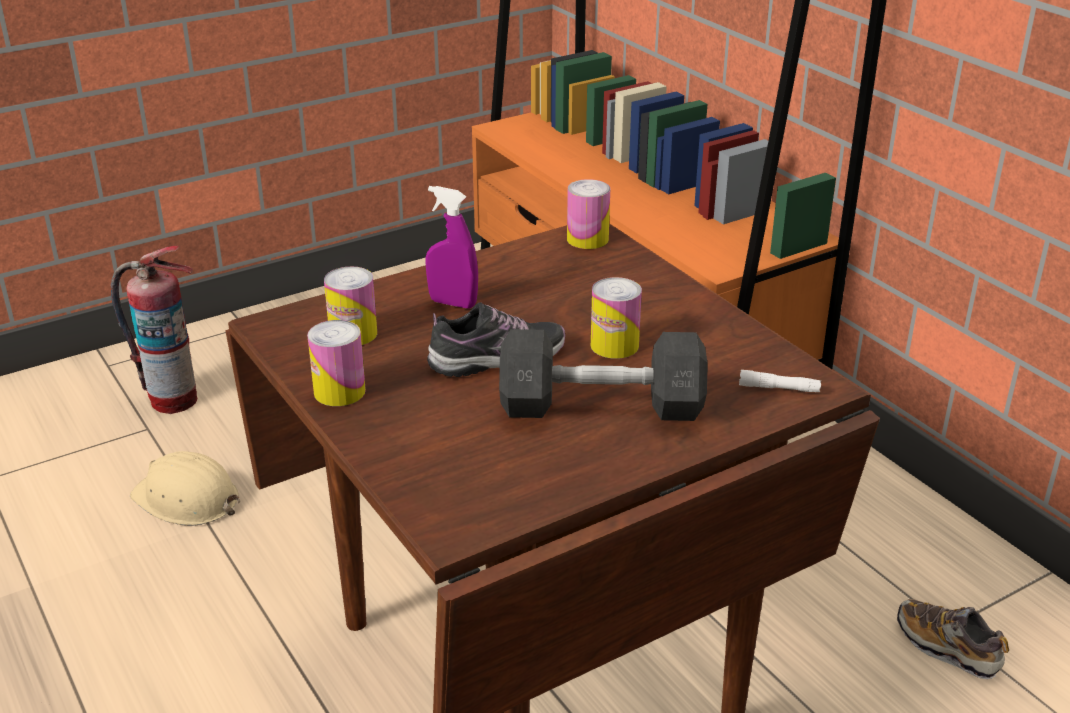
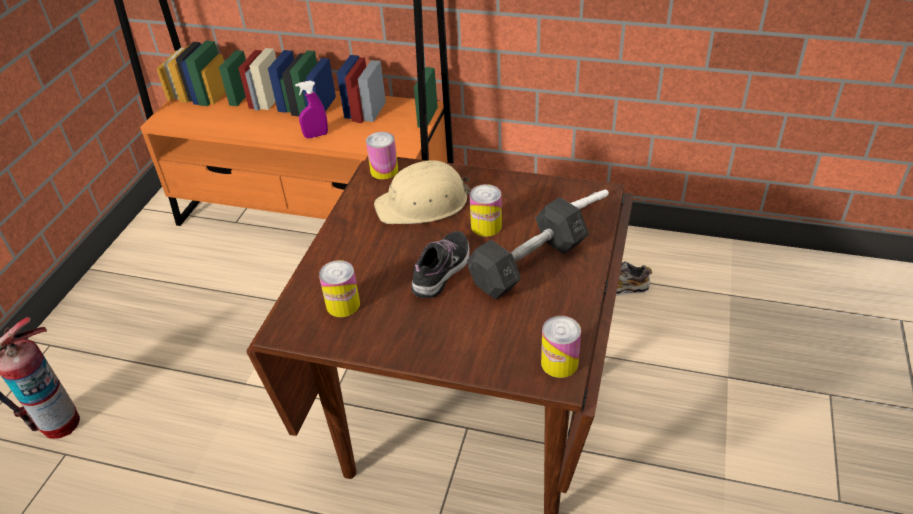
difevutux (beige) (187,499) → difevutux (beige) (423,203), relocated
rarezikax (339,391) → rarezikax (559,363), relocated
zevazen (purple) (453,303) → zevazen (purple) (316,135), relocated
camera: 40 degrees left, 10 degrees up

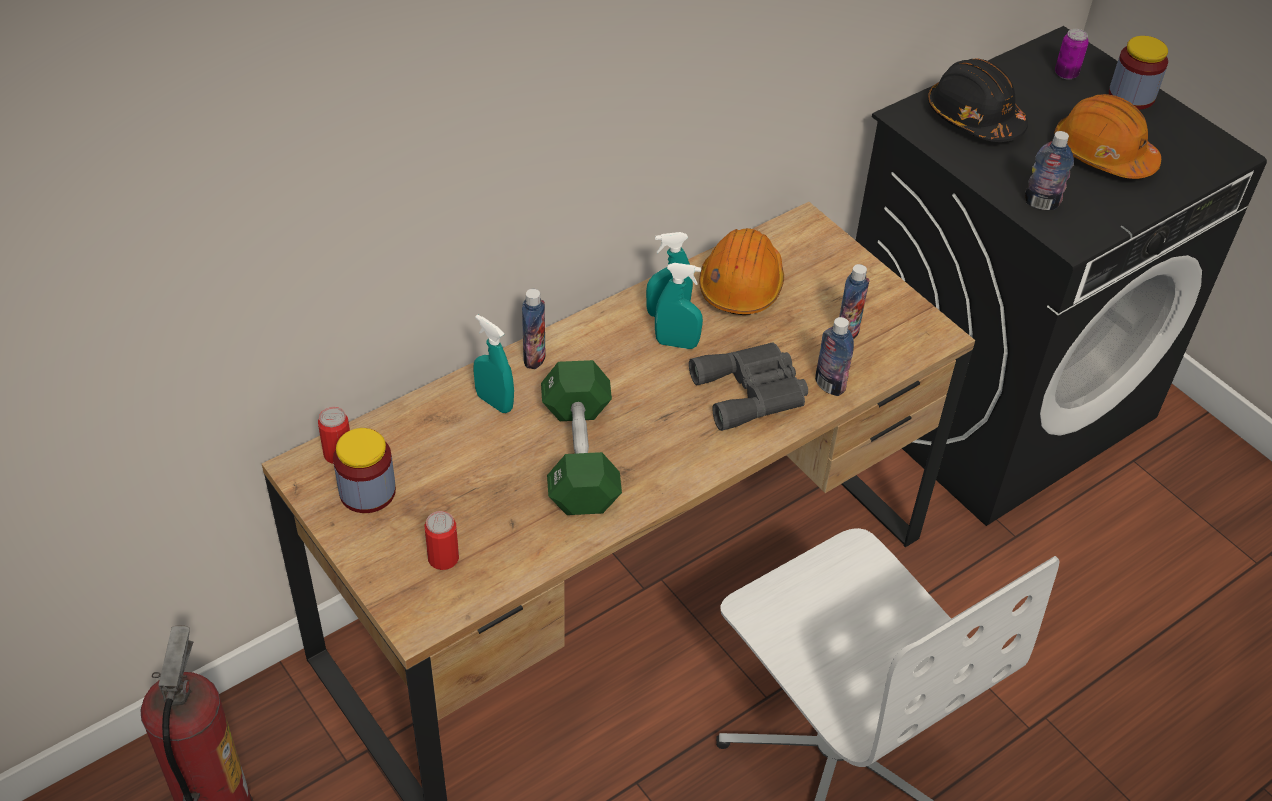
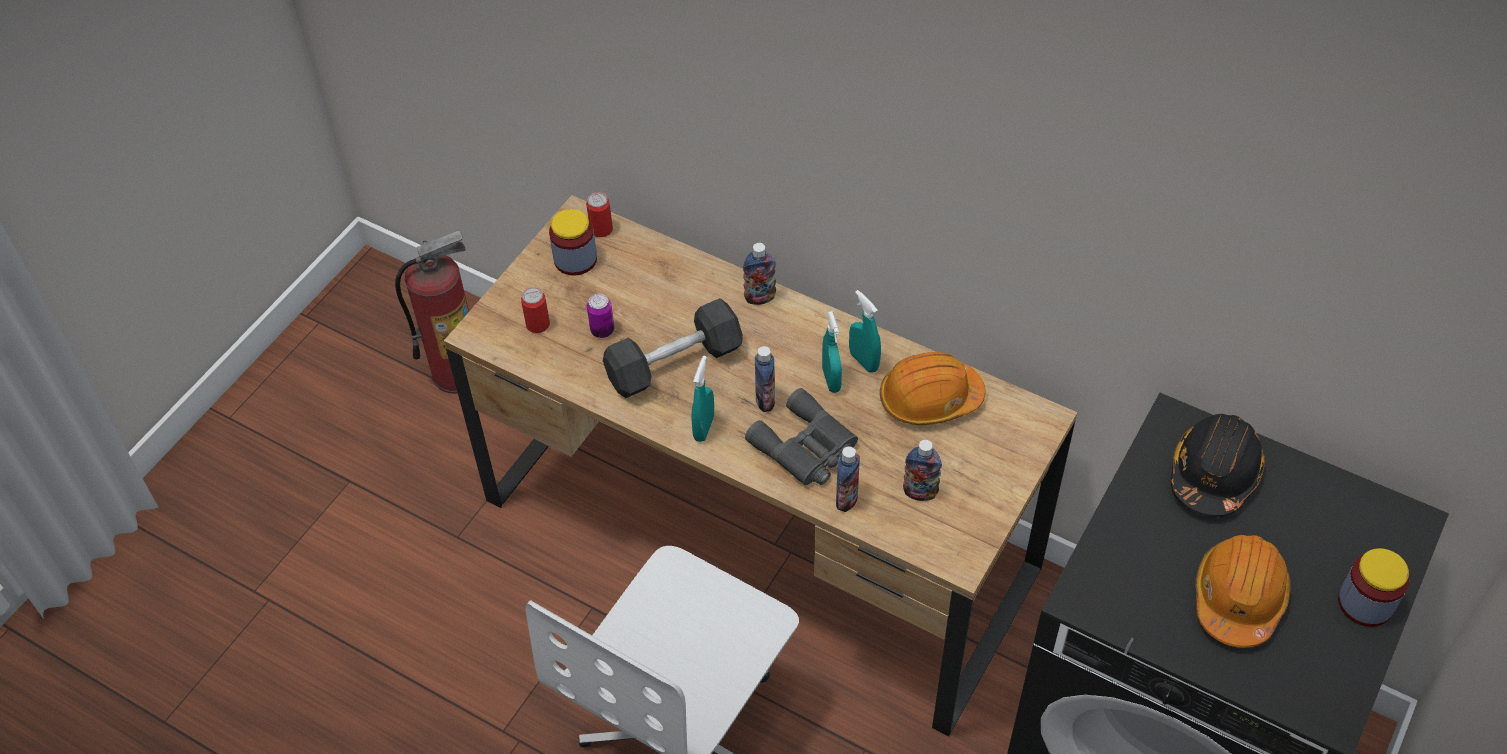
zevazen (turquoise) (494,402) → zevazen (turquoise) (704,428), relocated
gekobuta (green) (579,456) → gekobuta (black) (674,363)
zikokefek (1041,203) → zikokefek (765,400), relocated
rarezikax (1066,74) → rarezikax (602,330), relocated
camera: 70 degrees right, 5 degrees up

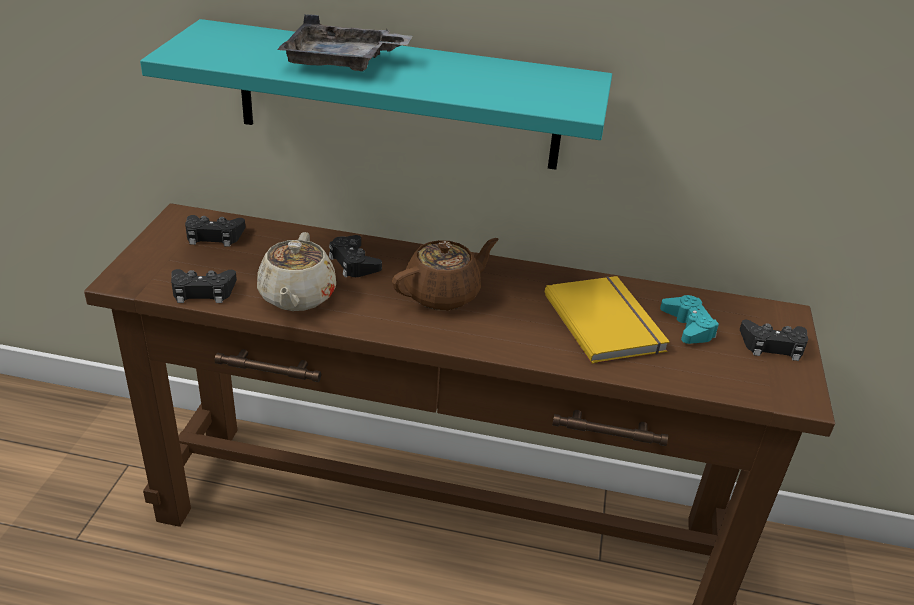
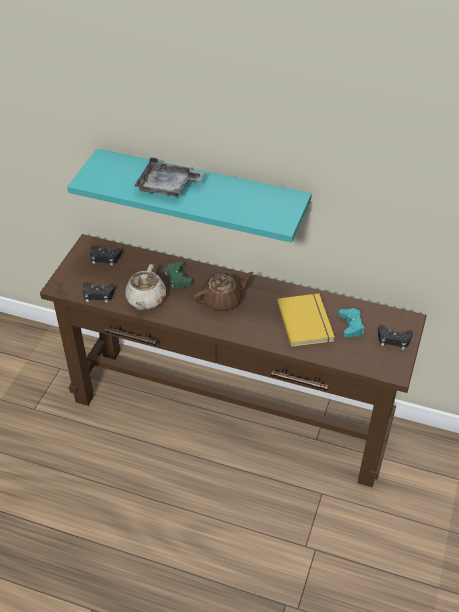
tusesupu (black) (353,262) → tusesupu (green) (178,278)
camera: 10 degrees right, 10 degrees up

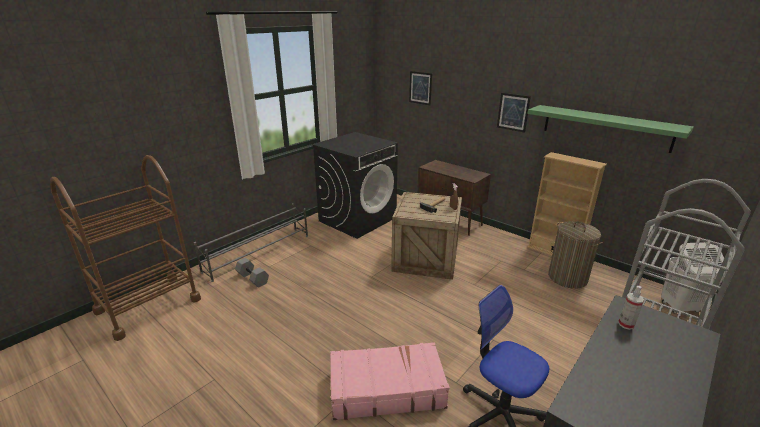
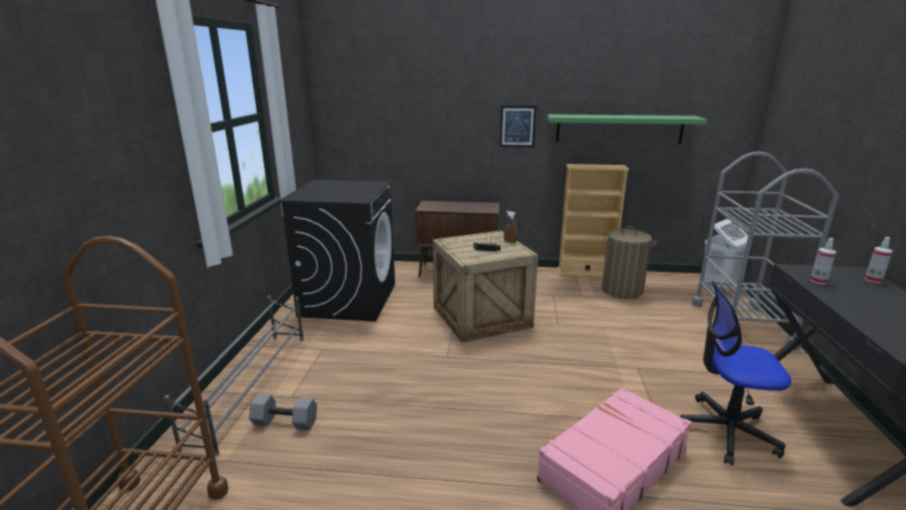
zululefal (420,88) → -
- → zevazen (873,280)
camera: 35 degrees left, 5 degrees down

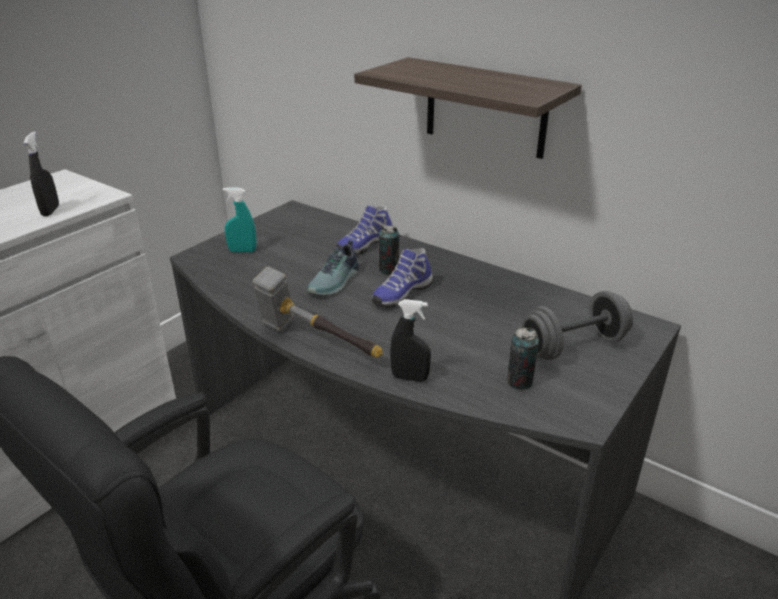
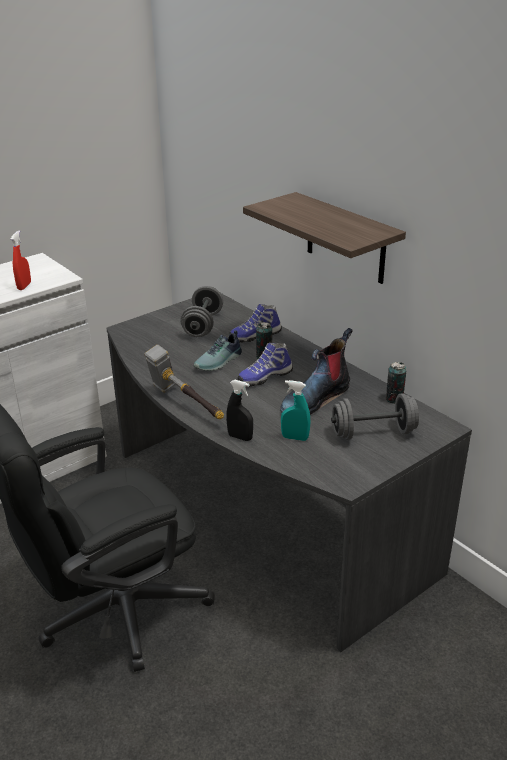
zevazen (black) (50,211) → zevazen (red) (24,286)
zevazen (turquoise) (242,251) → zevazen (turquoise) (295,438), relocated
rarezikax (519,382) → rarezikax (394,399), relocated
- → gekobuta (grey) (203,325)
- → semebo (315,398)
camera: 15 degrees right, 0 degrees up

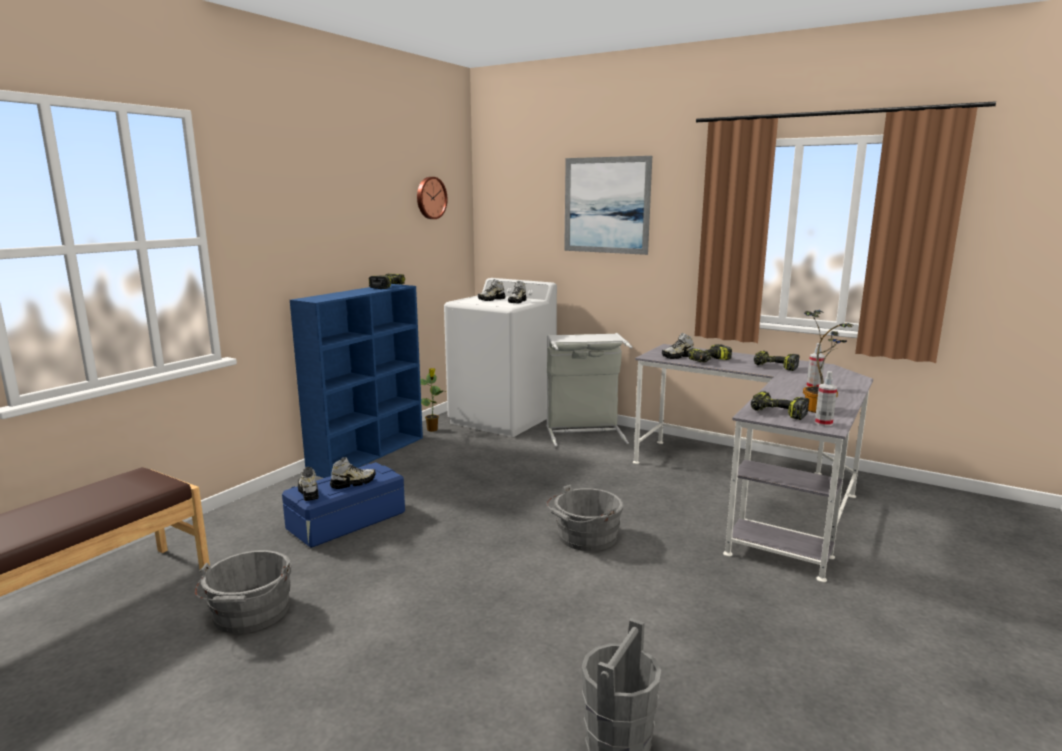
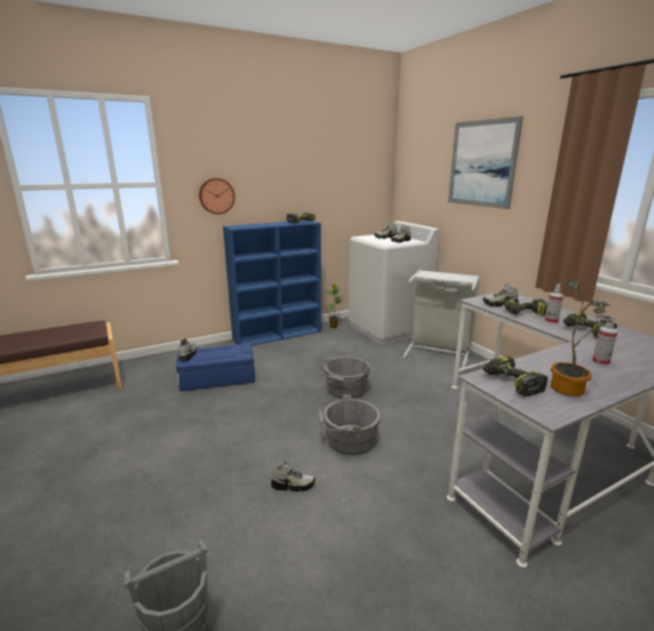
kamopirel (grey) (250,614) → kamopirel (grey) (345,390), relocated
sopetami (353,483) → sopetami (293,485), relocated
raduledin (430,198) → raduledin (216,196), relocated
zevazen (823,423) → zevazen (551,321), relocated
camera: 30 degrees right, 5 degrees up

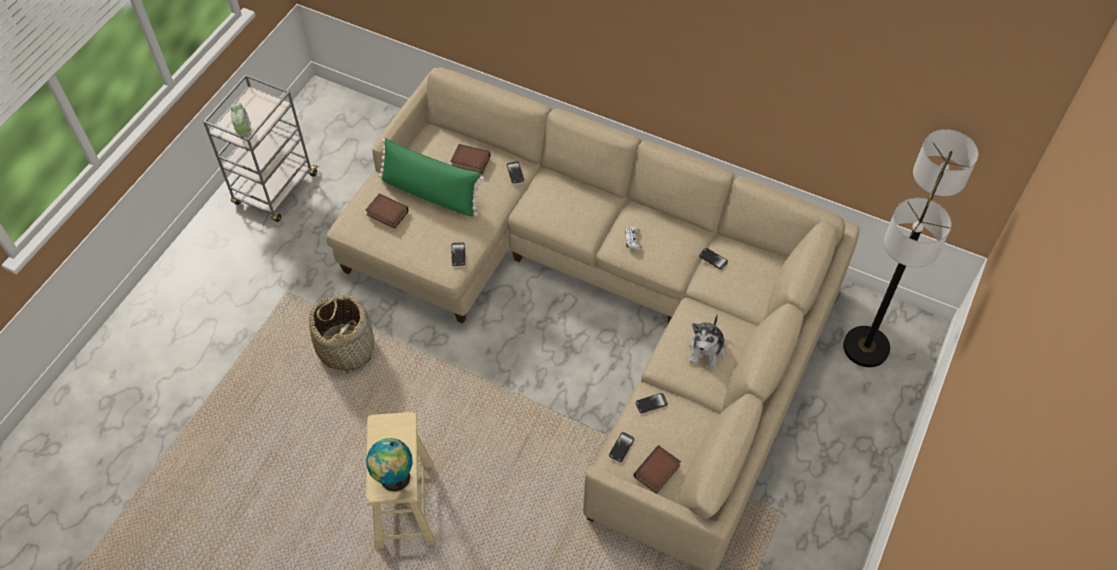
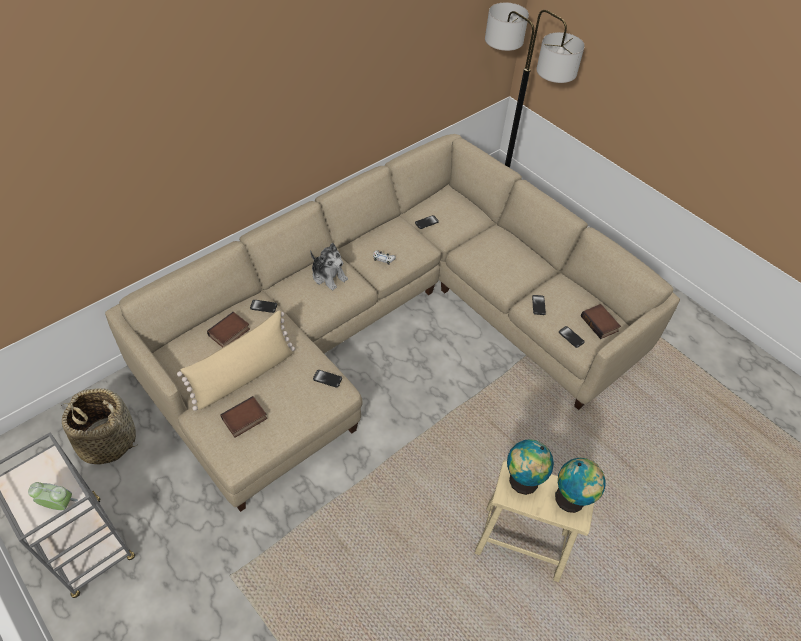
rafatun (346,348) → rafatun (107,441), relocated
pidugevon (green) (430,193) → pidugevon (beige) (244,376)
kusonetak (707,350) → kusonetak (328,276), relocated
- → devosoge (522,482)
camera: 70 degrees left, 5 degrees down

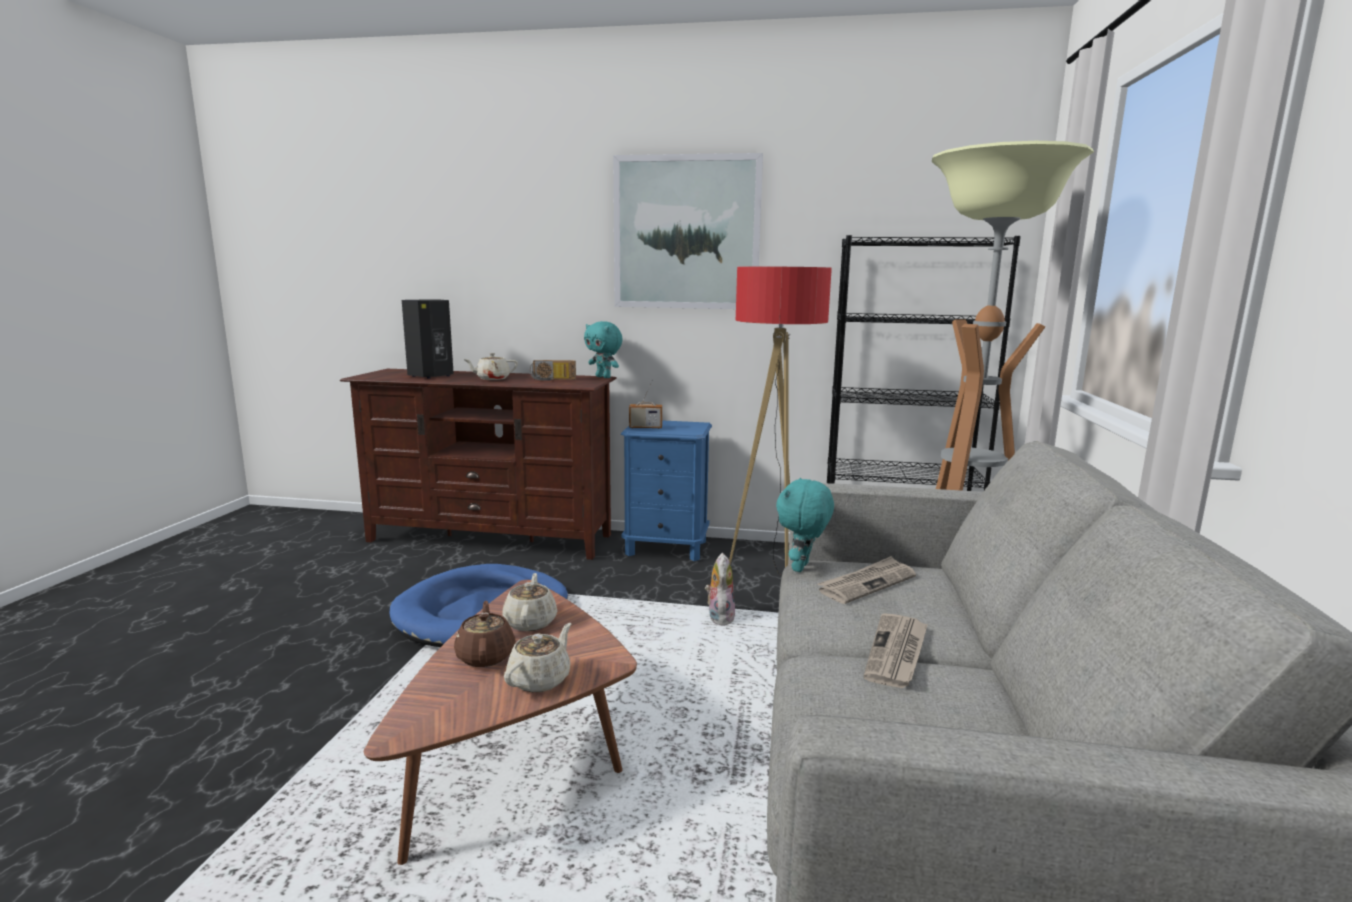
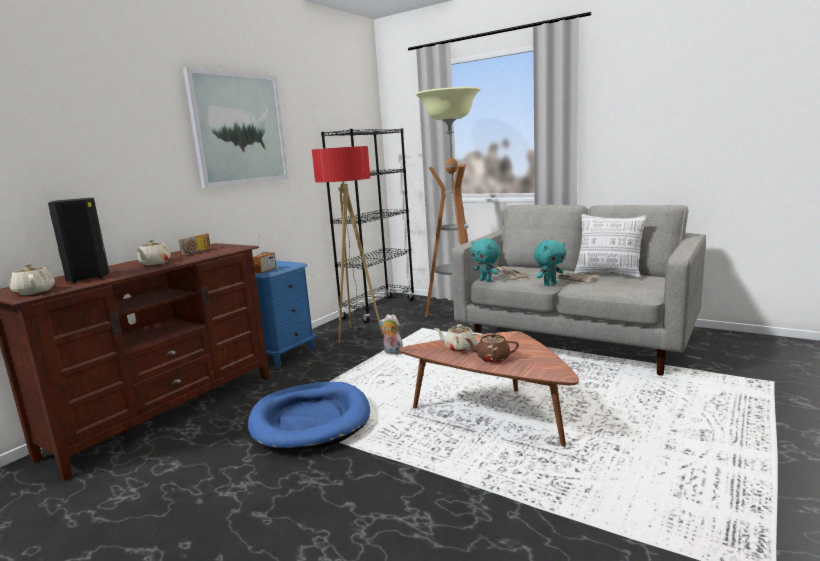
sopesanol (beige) (540,679) → sopesanol (beige) (34,292), relocated
kusonetak (turquoise) (604,377) → kusonetak (turquoise) (549,284), relocated
- → pidugevon (608,274)
camera: 65 degrees left, 0 degrees up

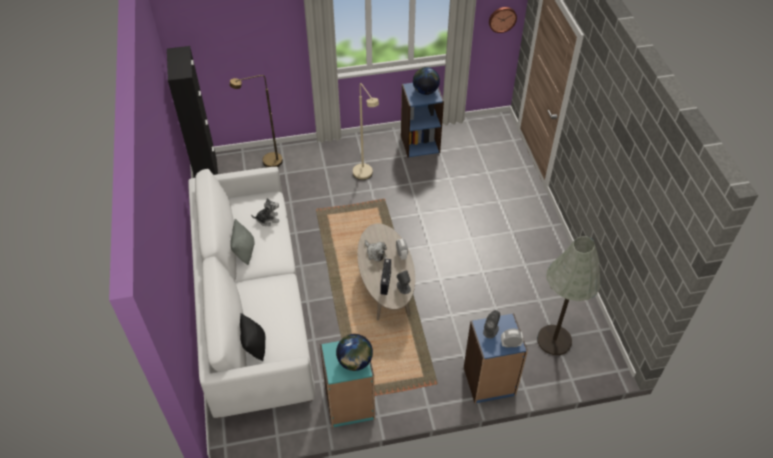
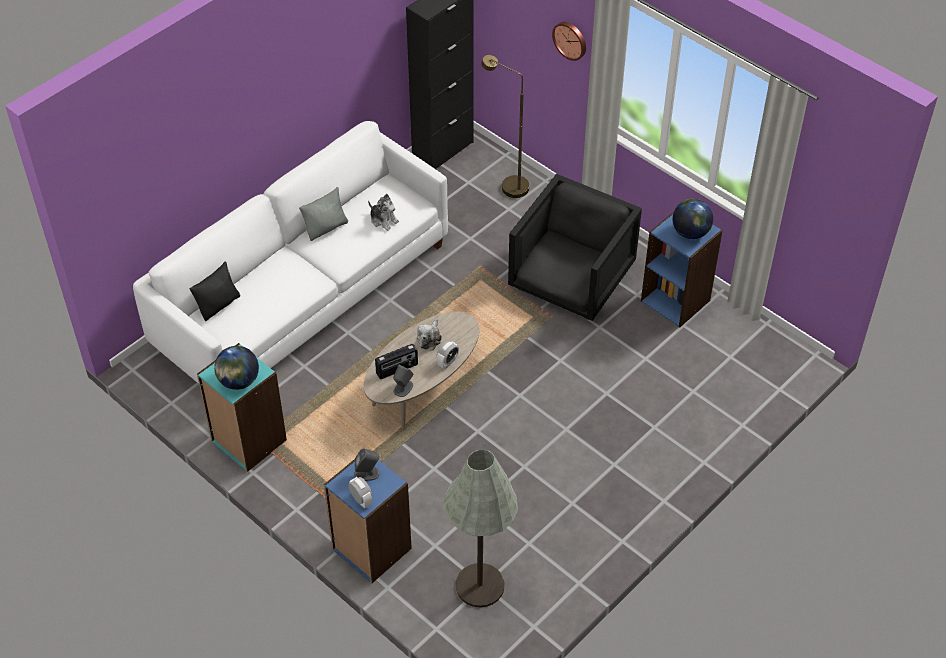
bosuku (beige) (365,176) → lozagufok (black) (571,280)
raduledin (502,19) → raduledin (570,40), relocated
camera: 55 degrees right, 0 degrees up

